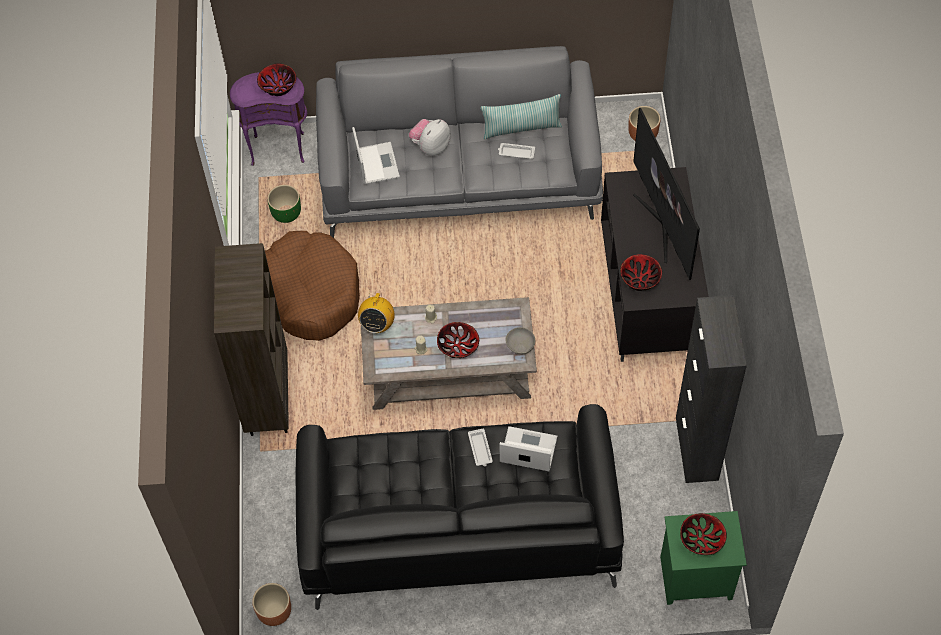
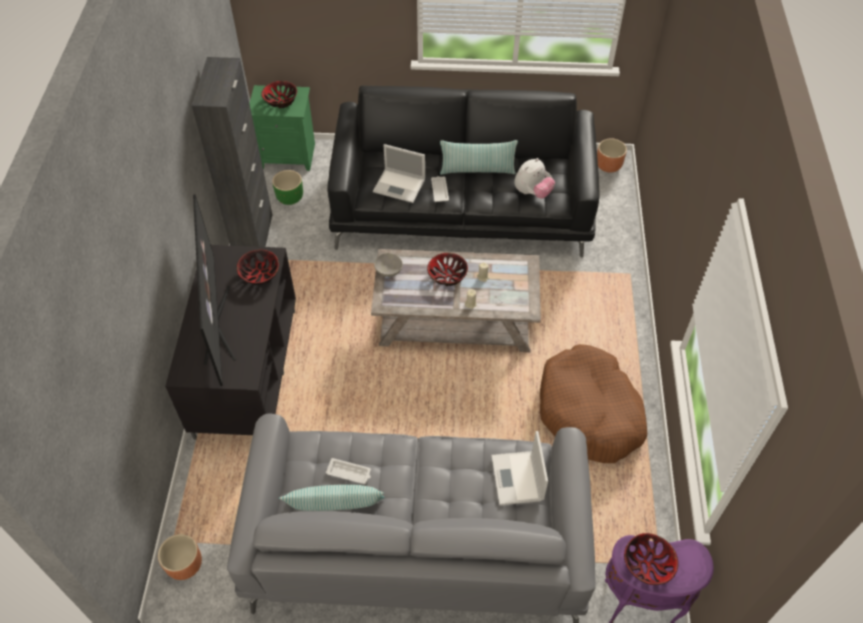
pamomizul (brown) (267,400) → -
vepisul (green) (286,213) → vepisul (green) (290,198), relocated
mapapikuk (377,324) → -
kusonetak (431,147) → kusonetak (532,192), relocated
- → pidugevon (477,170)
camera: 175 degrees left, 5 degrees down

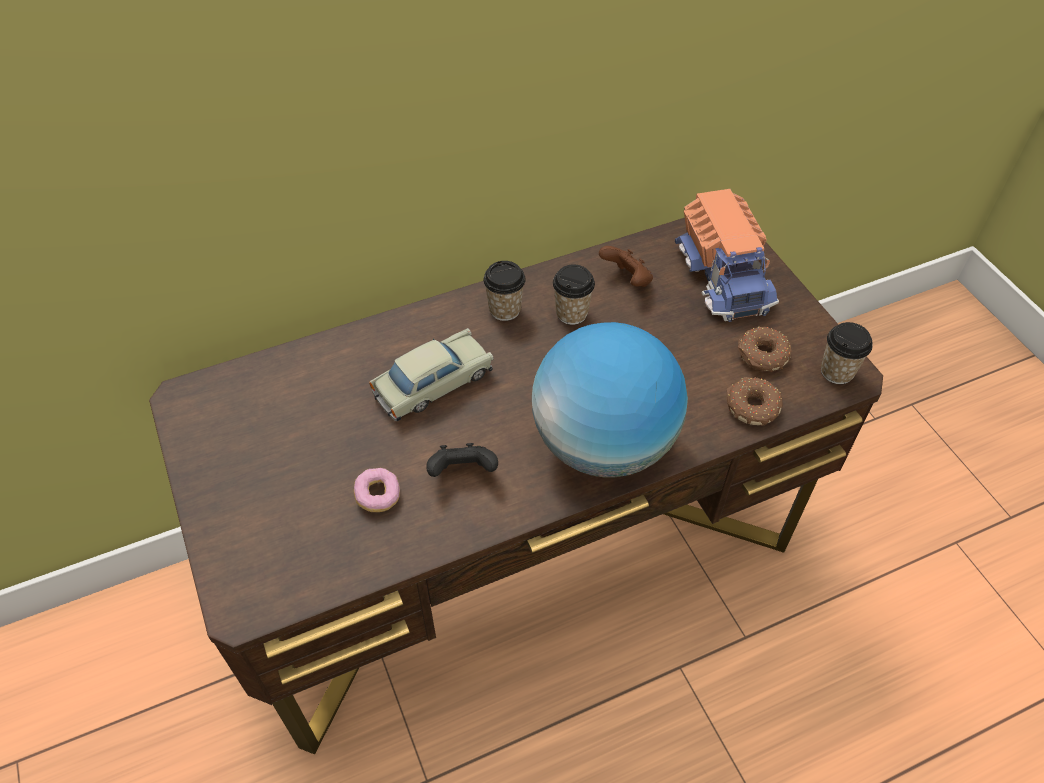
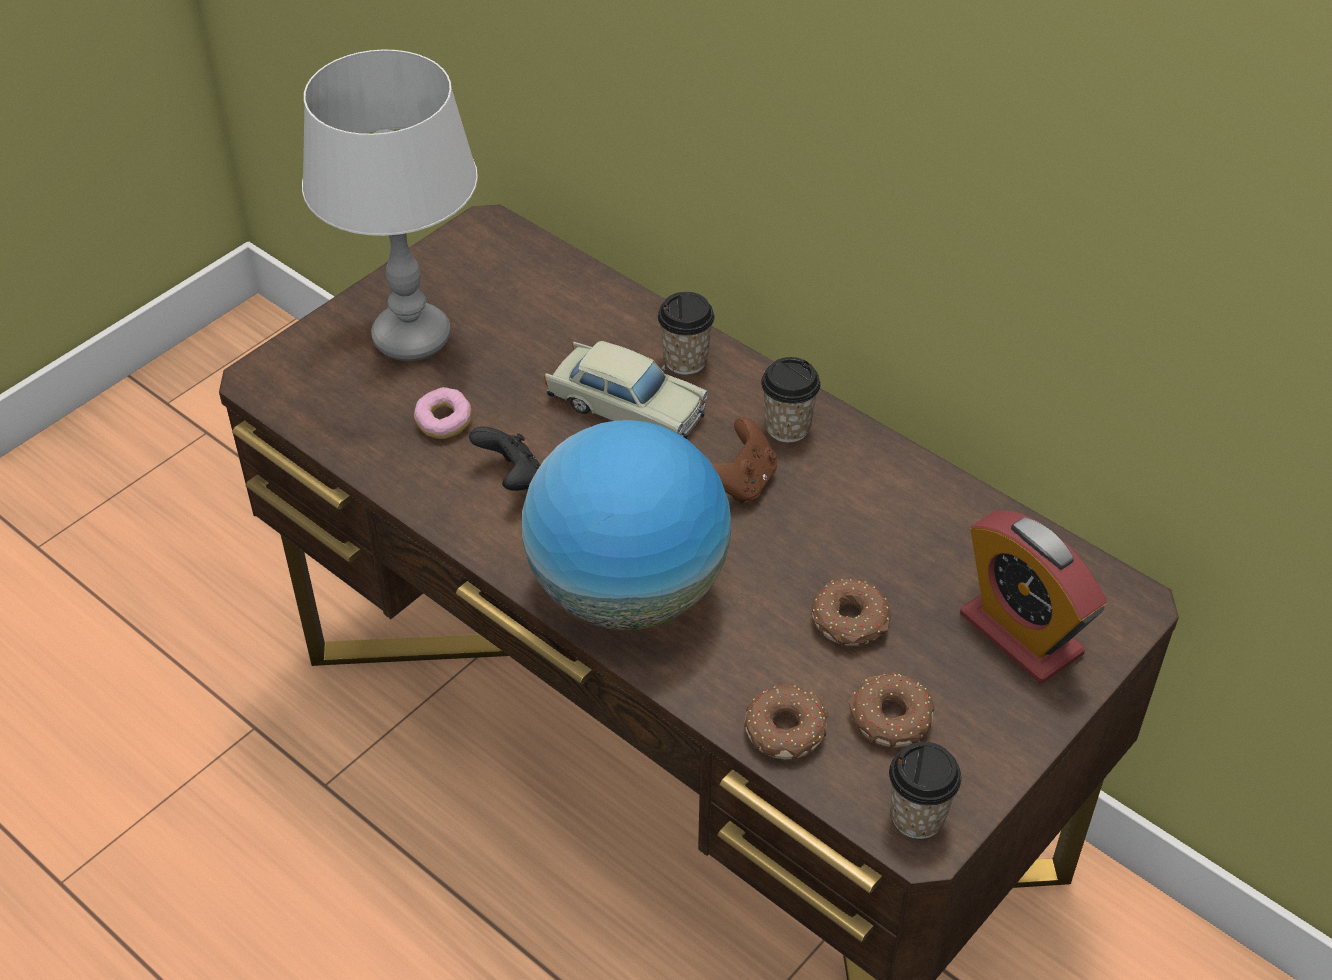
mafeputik (571,313) → mafeputik (685,360), relocated
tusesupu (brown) (627,280) → tusesupu (brown) (742,482), relocated
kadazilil (725,275) → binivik (1021,634)
- → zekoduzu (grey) (413,338)
- → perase (851,622)
camera: 65 degrees right, 5 degrees down

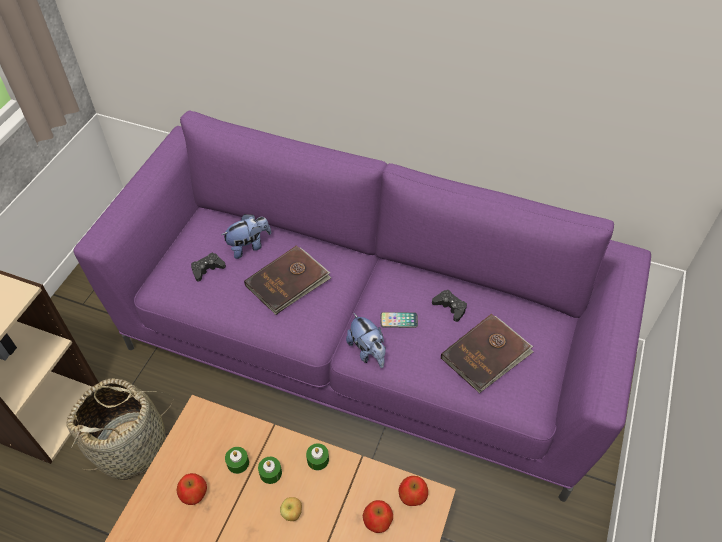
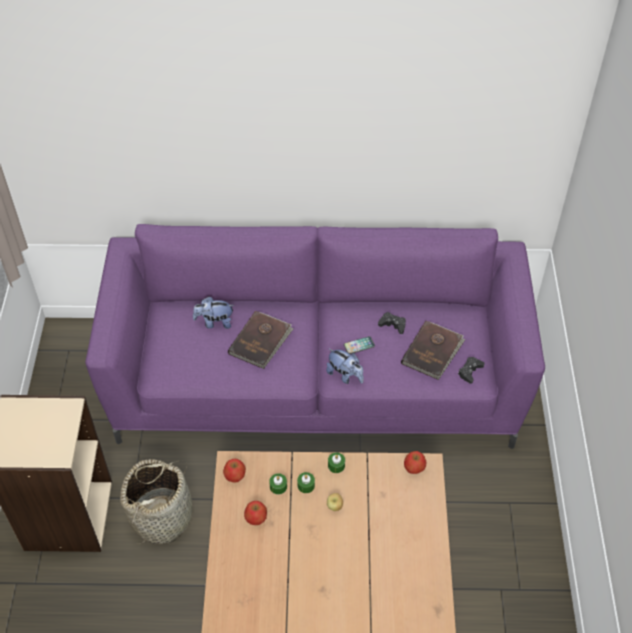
tusesupu (black) (207,269) → tusesupu (black) (470,371), relocated
kusonetak (249,246) → kusonetak (214,322), 135 degrees counterclockwise
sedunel (377,520) → sedunel (235,475), relocated
camera: 20 degrees left, 0 degrees up

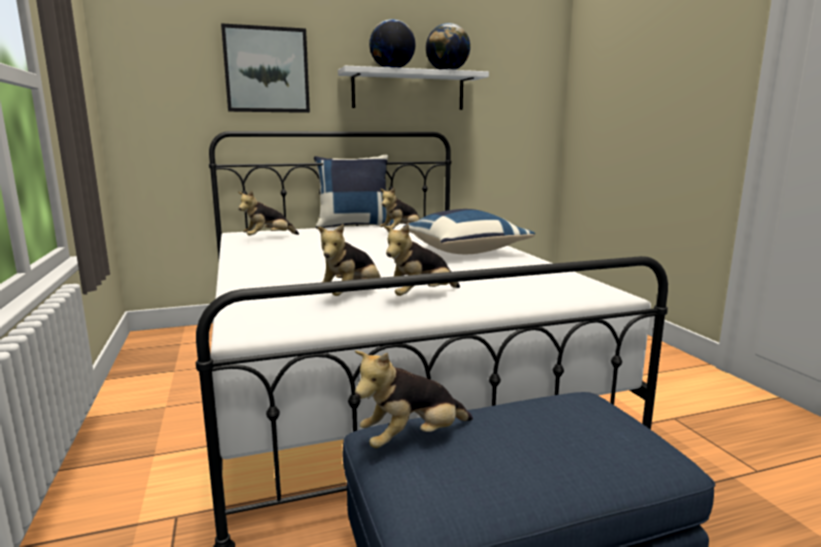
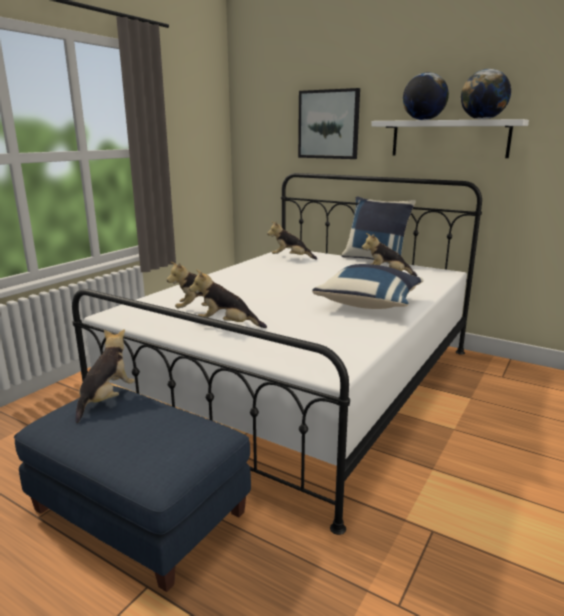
kusonetak (413,439) → kusonetak (106,399), 90 degrees clockwise
camera: 50 degrees right, 5 degrees up

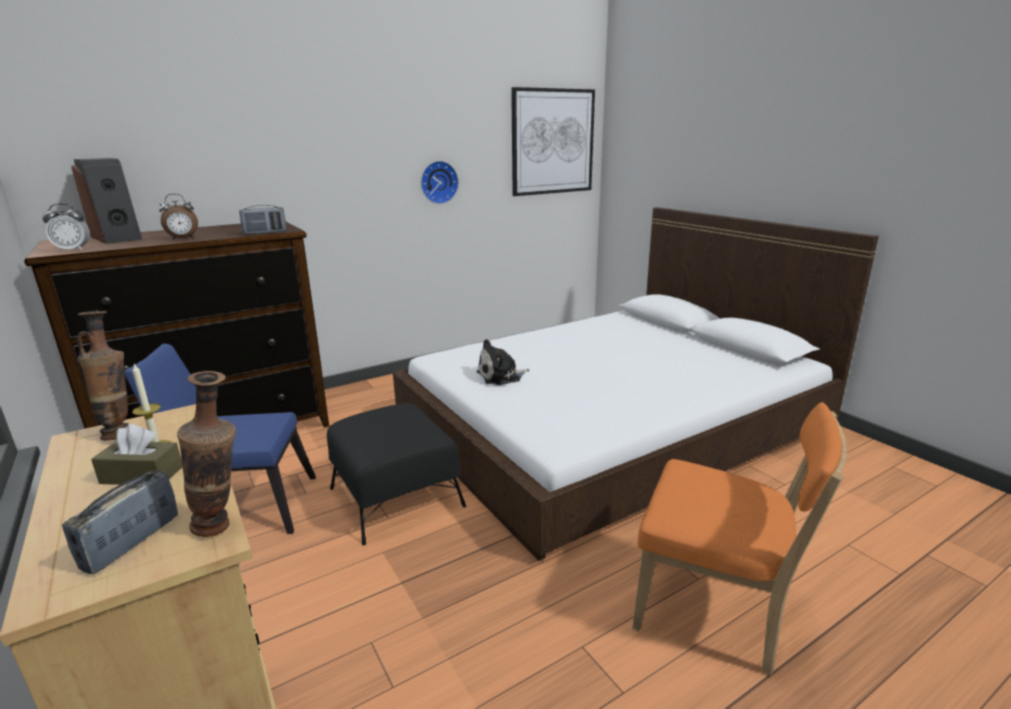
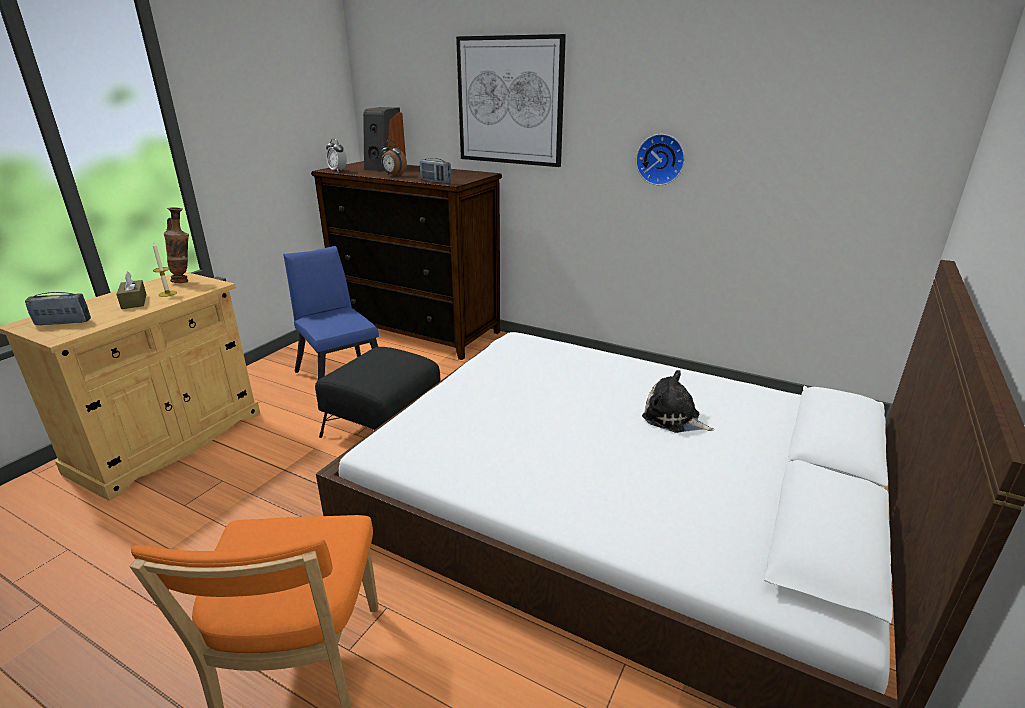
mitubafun (224,527) → -
kusonetak (501,376) → kusonetak (674,418), relocated
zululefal (553,142) → zululefal (510,101), relocated
camera: 60 degrees right, 5 degrees up

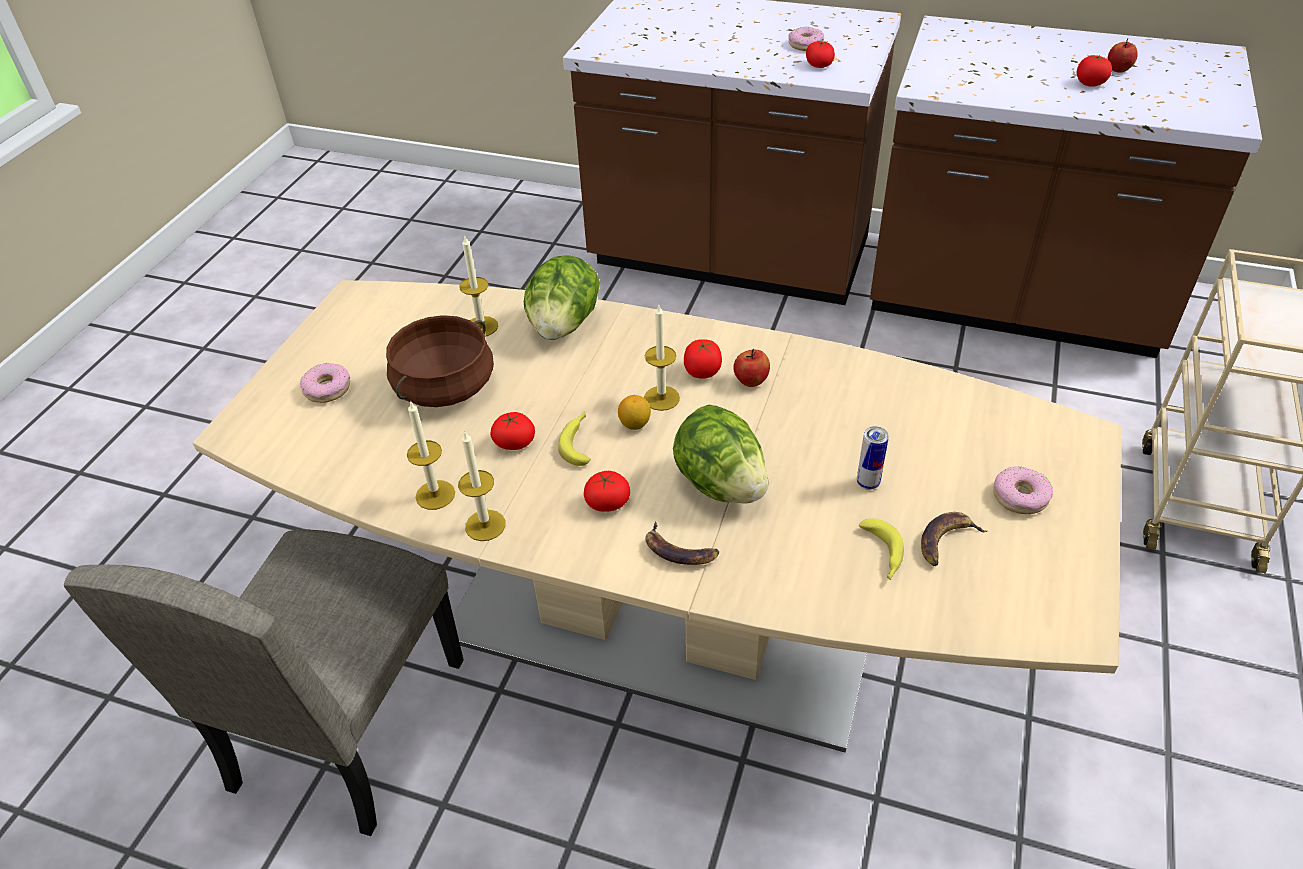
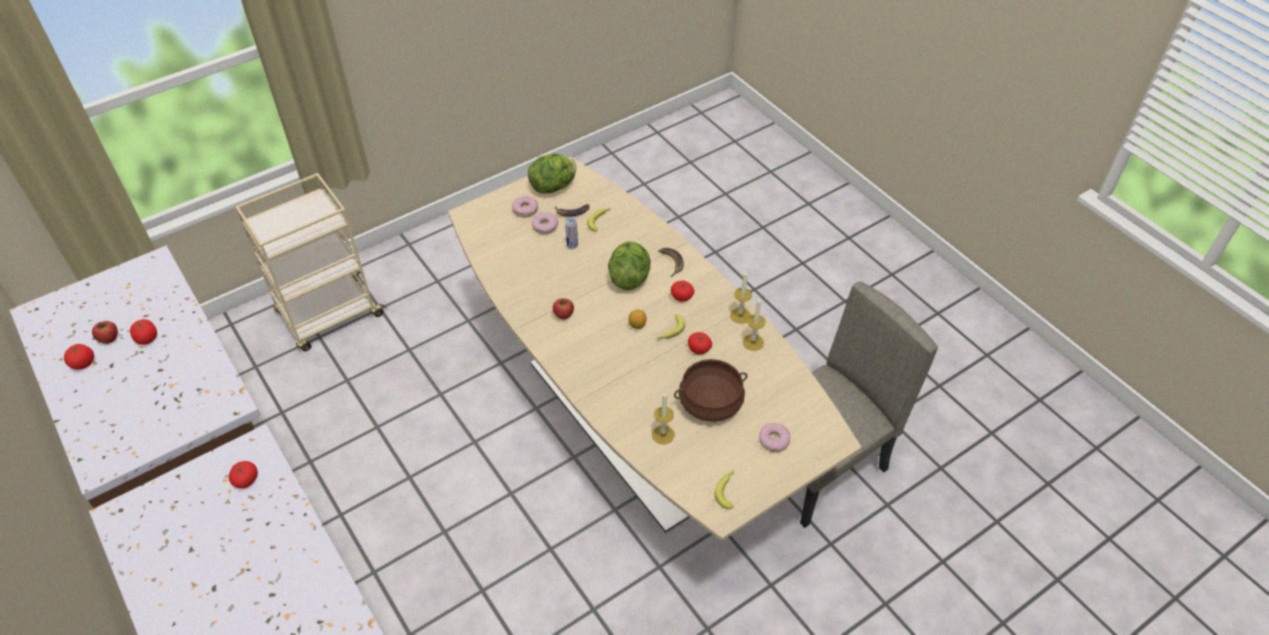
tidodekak (563,326) → tidodekak (554,186), relocated
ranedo (661,398) → -
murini (702,371) → murini (83,363), relocated
perase (805,45) → perase (545,226), relocated
- → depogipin (727,490)
camera: 145 degrees left, 5 degrees up

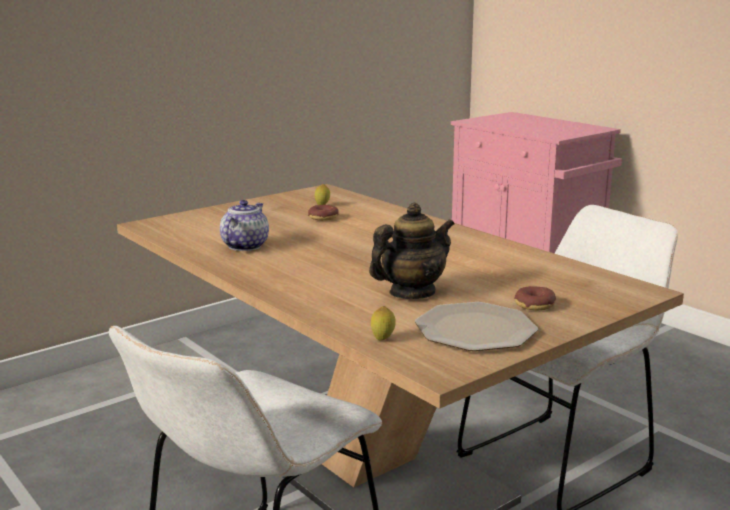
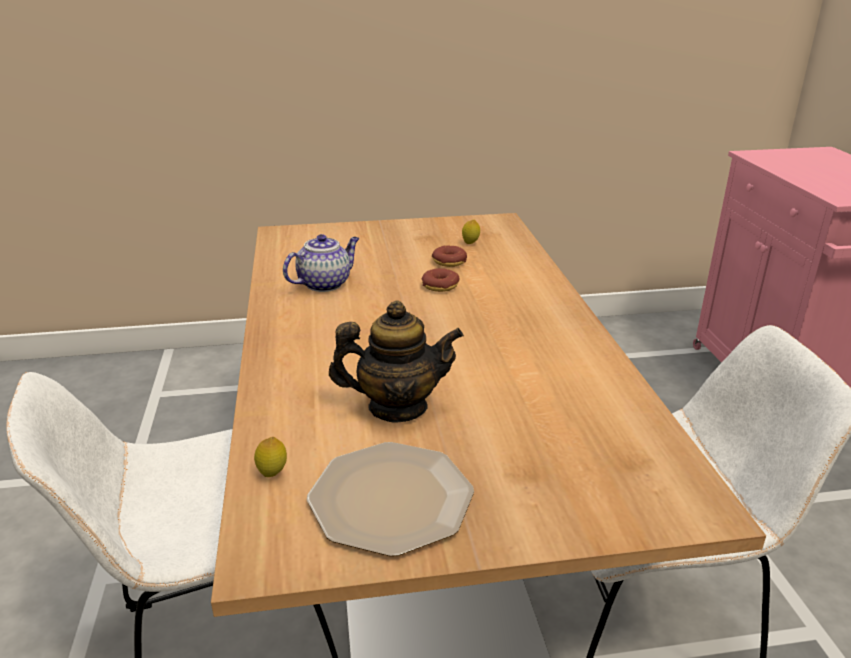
perase (534,305) → perase (440,286), relocated
camera: 30 degrees right, 10 degrees up

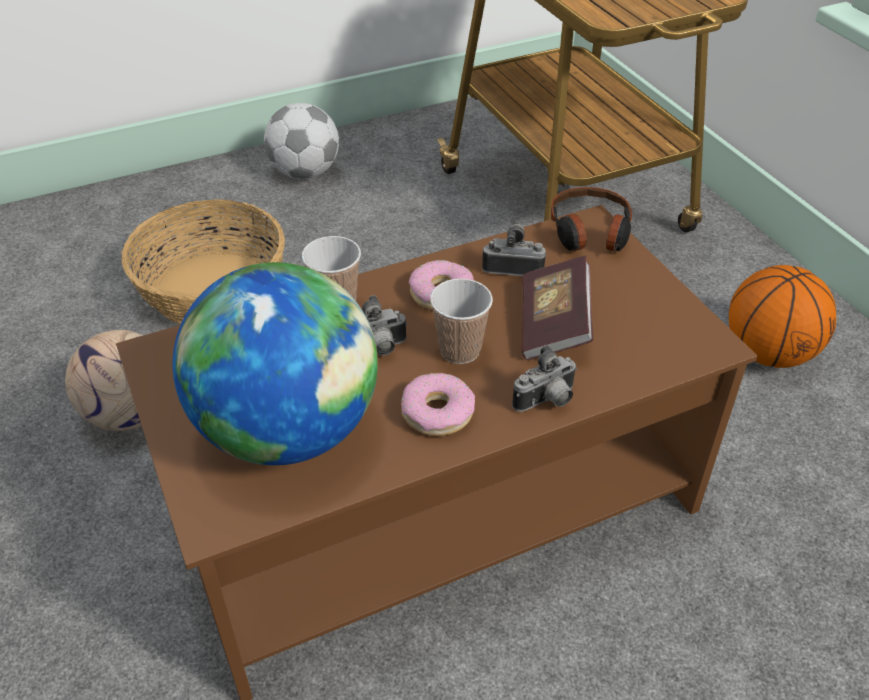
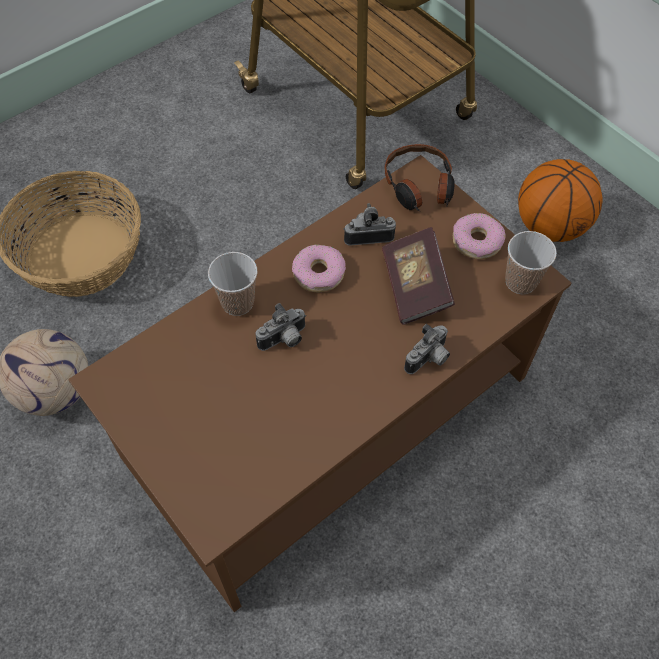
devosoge (288,430) → -
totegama (305,173) → -
perase (437,412) → perase (477,241), relocated
mafeputik (460,350) → mafeputik (520,282), relocated
camera: 15 degrees left, 15 degrees up

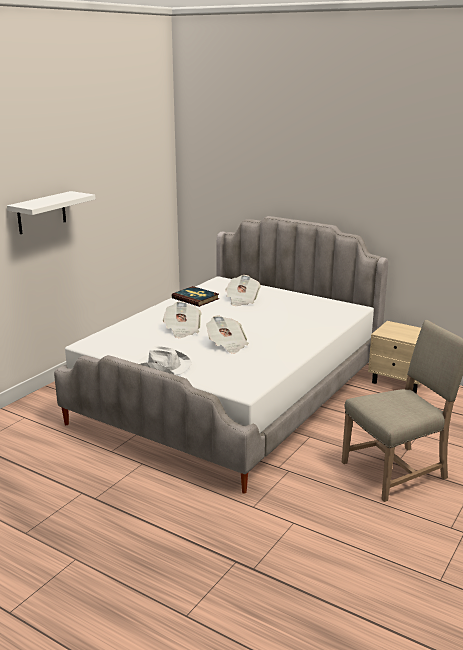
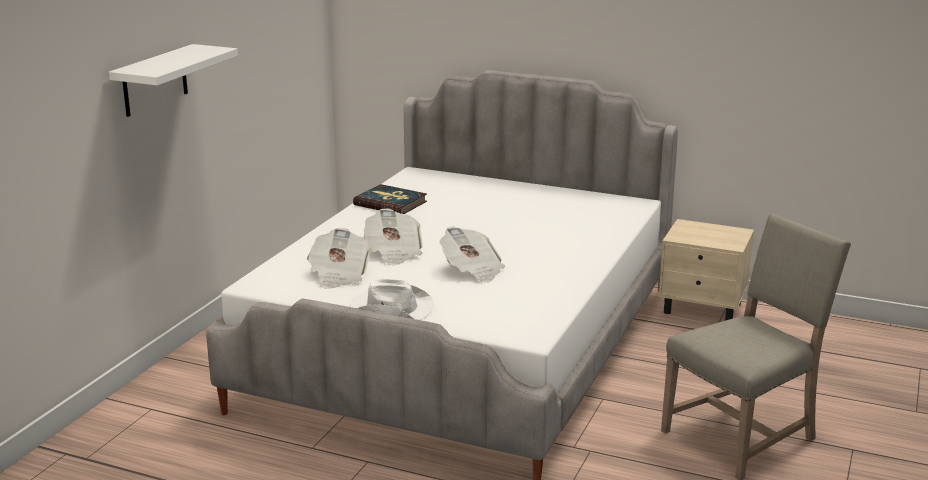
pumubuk (242,300) → pumubuk (339,275), relocated
camera: 10 degrees left, 0 degrees up

